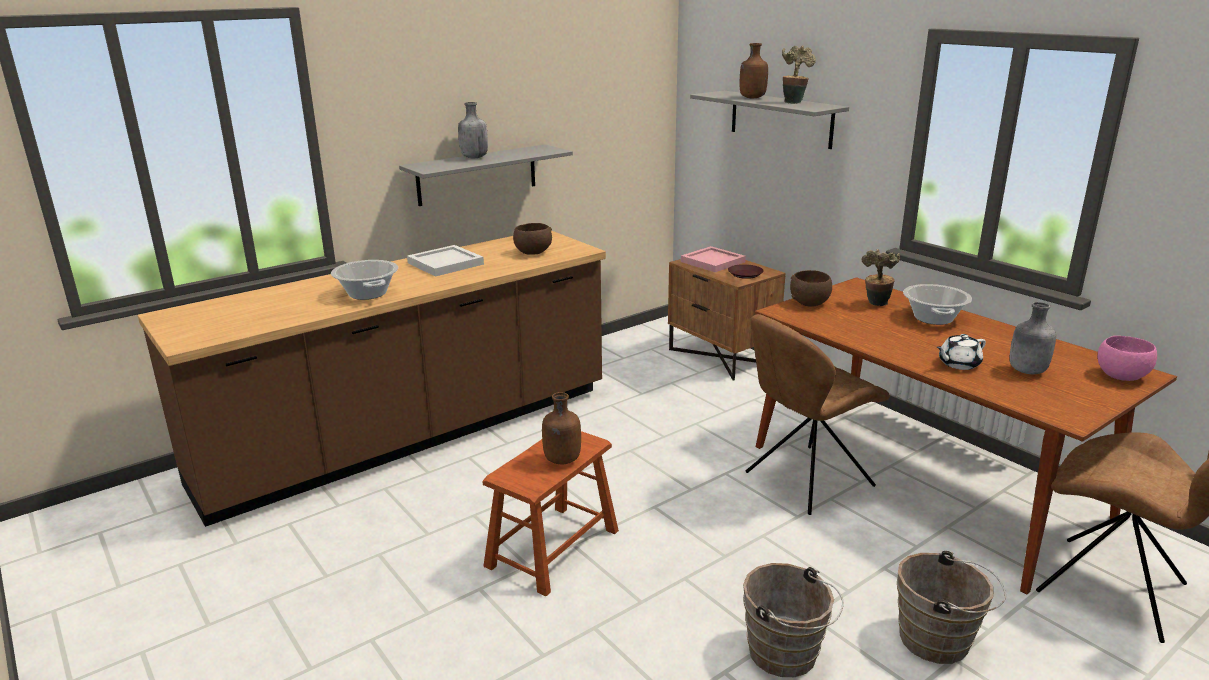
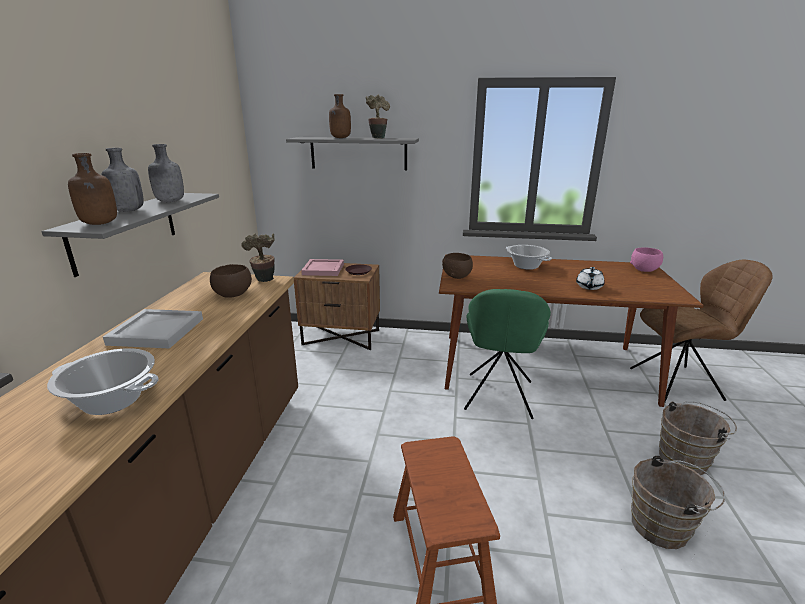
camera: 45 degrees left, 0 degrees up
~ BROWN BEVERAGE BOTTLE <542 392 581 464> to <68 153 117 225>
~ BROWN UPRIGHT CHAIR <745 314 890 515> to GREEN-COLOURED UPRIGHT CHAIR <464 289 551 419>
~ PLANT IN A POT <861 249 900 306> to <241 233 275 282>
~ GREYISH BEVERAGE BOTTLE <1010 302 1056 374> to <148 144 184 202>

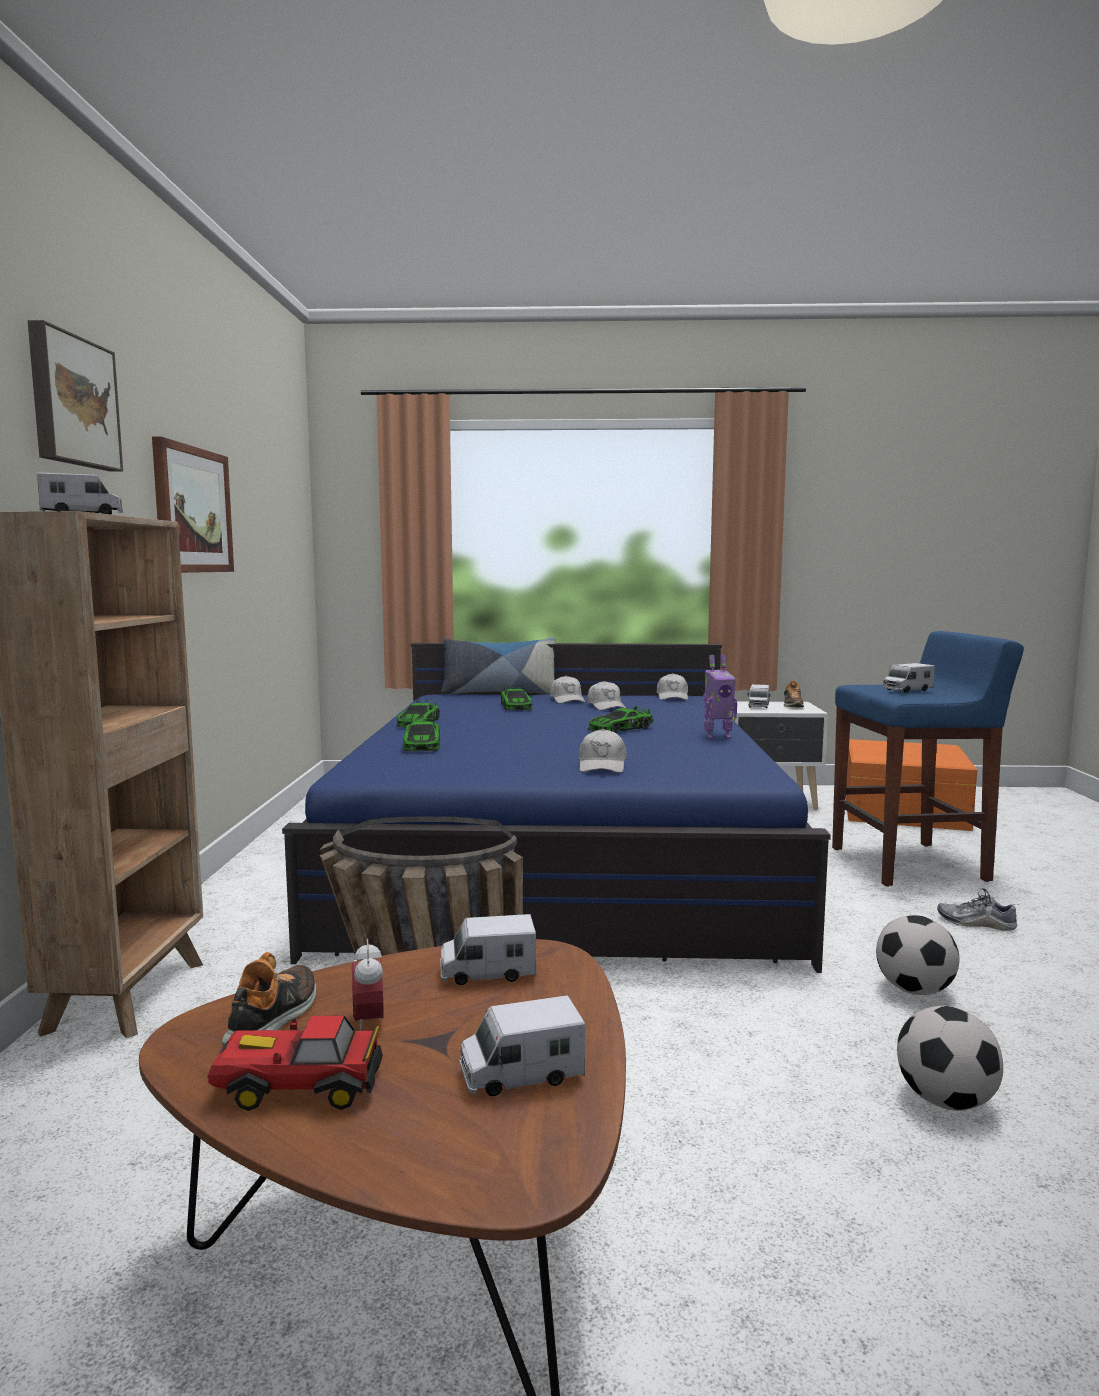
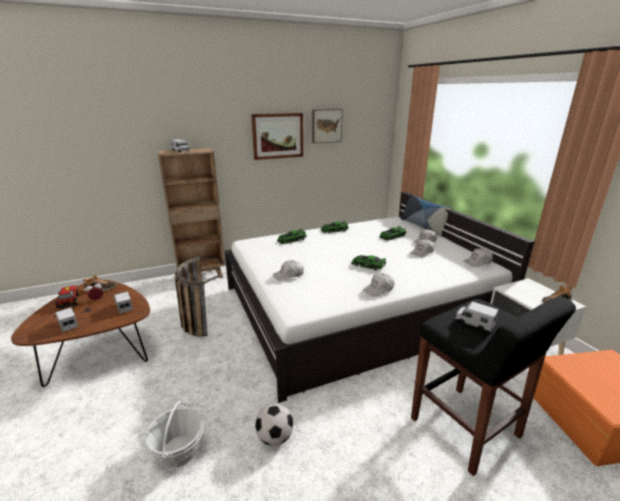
camera: 65 degrees right, 15 degrees up
~ WALL PICTURE <28 320 123 471> to <312 109 343 143>
~ BLUISH BEDROOM BED <282 643 831 973> to WHITE BEDROOM BED <224 192 535 403>
~ MODEL ROBOT <703 655 737 739> to WHITE BASEBALL CAP <363 273 395 297>
- TOY TRUCK <747 684 770 708>
~ BLUISH STOOL SEAT <832 631 1024 887> to BLACK STOOL SEAT <411 296 576 476>
~ FOOTBALL <897 1006 1003 1111> to HOUSEHOLD BASKET <145 401 204 468>
- LOW SHOE <937 888 1017 931>

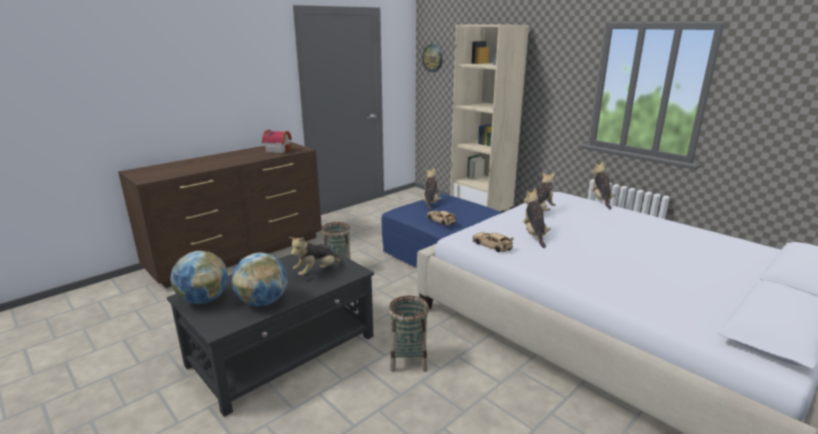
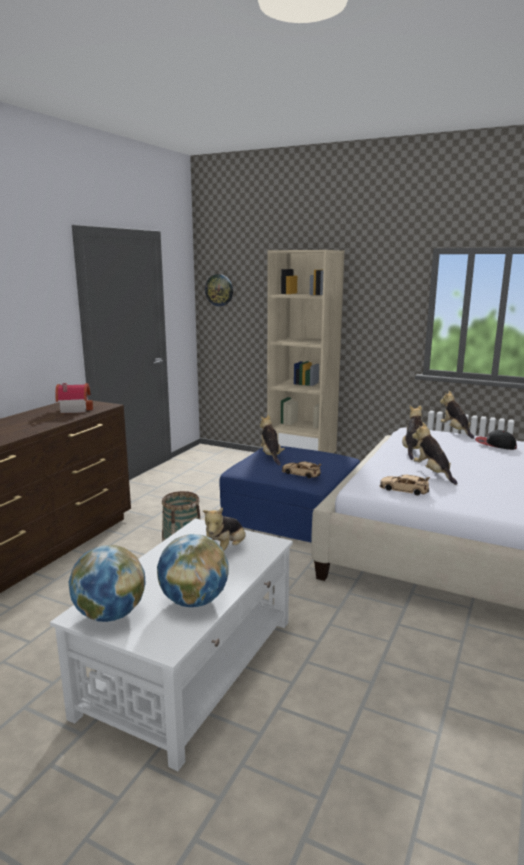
camera: 20 degrees left, 5 degrees down
~ BLACK LOUNGE TABLE <167 244 374 417> to WHITE LOUNGE TABLE <50 518 293 771>
- HOUSEHOLD BASKET <388 296 429 372>
+ BASEBALL CAP <475 430 517 450>

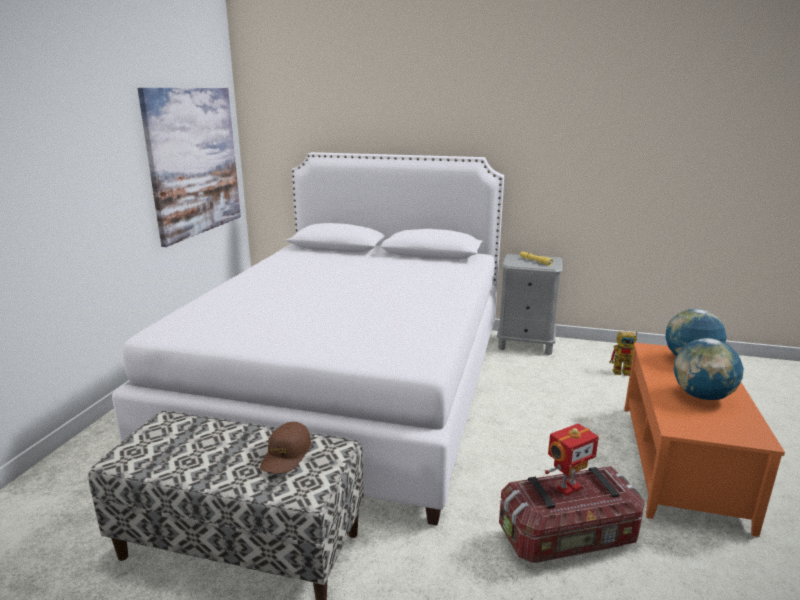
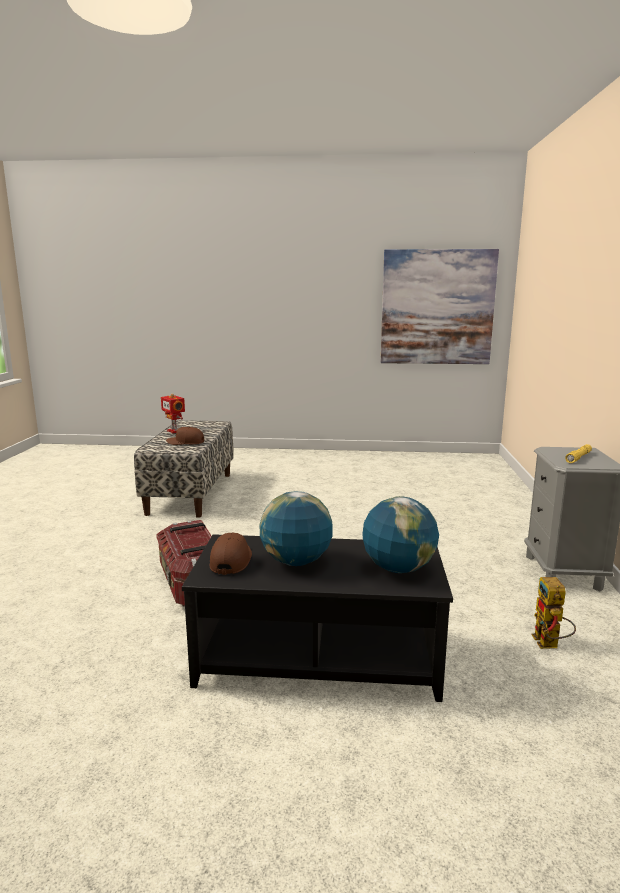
camera: 80 degrees right, 5 degrees down
- WHITE BEDROOM BED <112 152 504 525>
~ MODEL ROBOT <545 423 599 496> to <161 394 185 433>
~ ORANGE LOUNGE TABLE <624 343 785 537> to BLACK LOUNGE TABLE <182 534 453 702>
+ BROWN BASEBALL CAP <209 533 252 575>

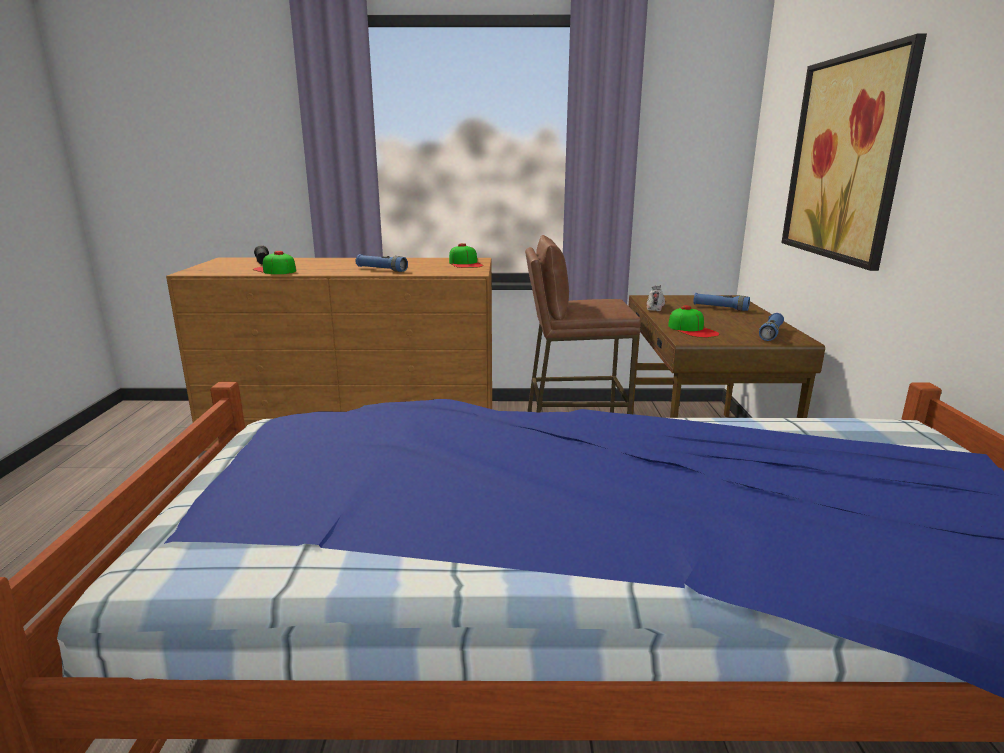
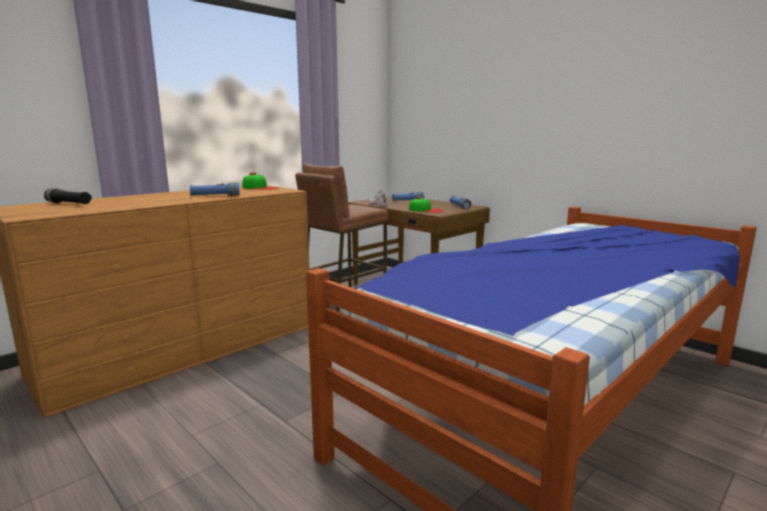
camera: 45 degrees left, 5 degrees down
- BASEBALL CAP <253 251 296 274>
- WALL PICTURE <781 34 927 271>

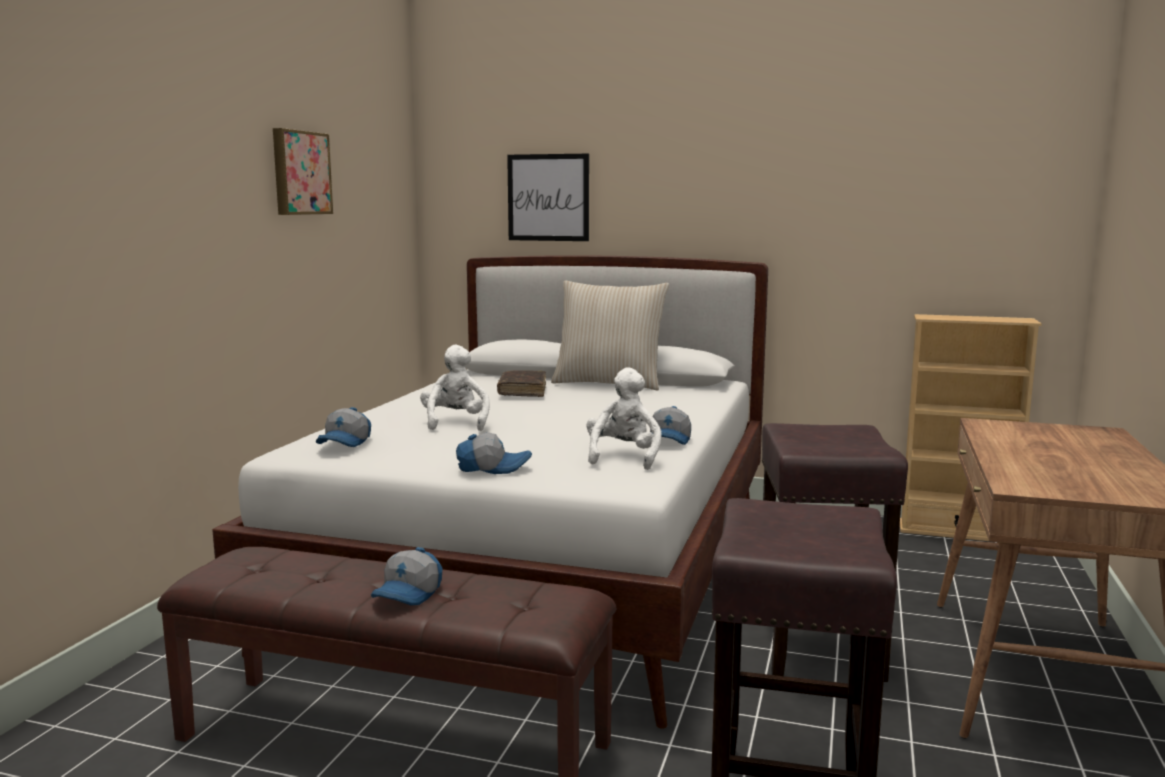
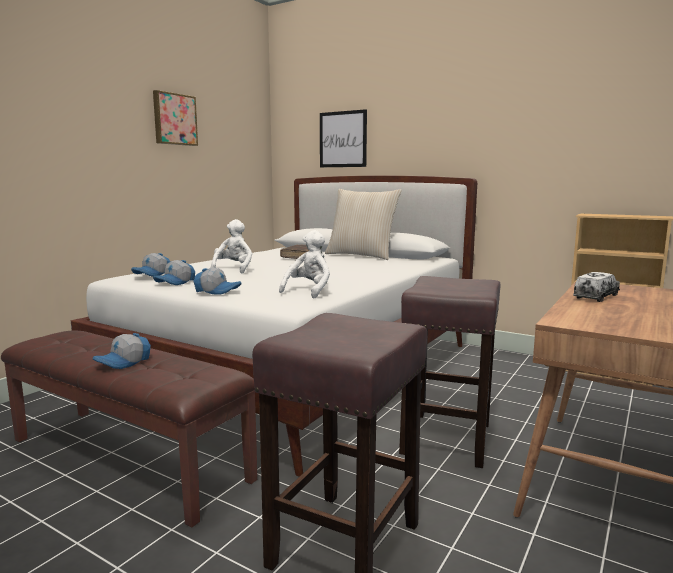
camera: 15 degrees right, 0 degrees up
~ BASEBALL CAP <650 406 691 445> to <153 260 195 285>
+ TOY TRUCK <573 272 620 302>

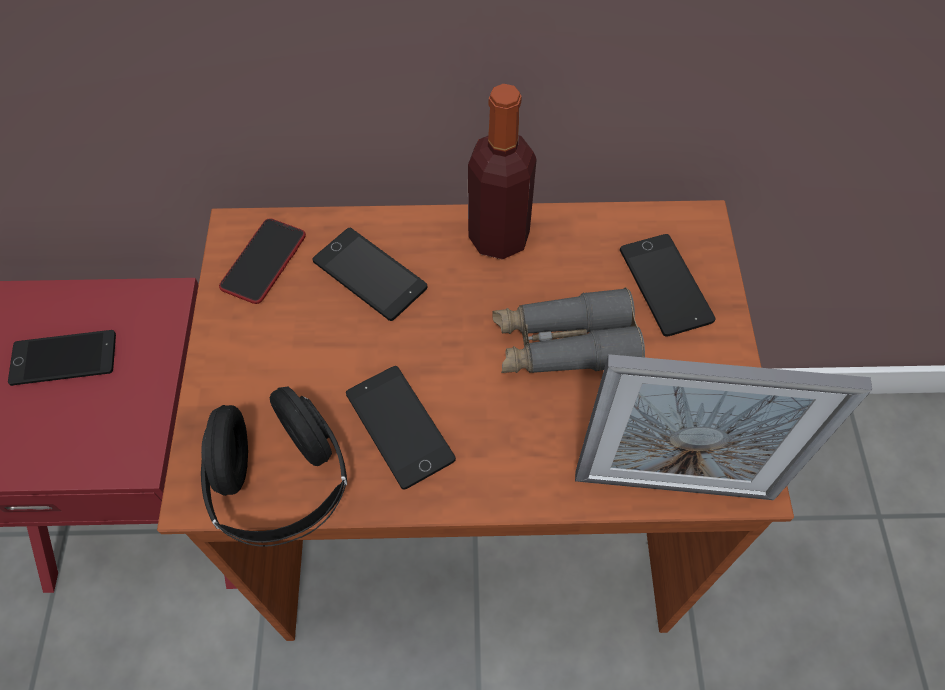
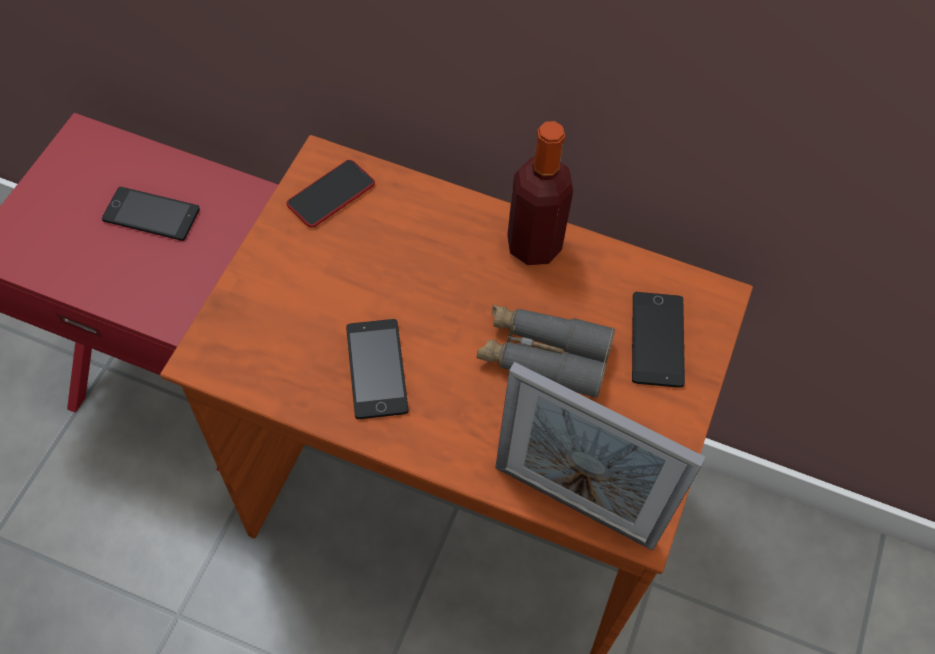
camera: 20 degrees right, 0 degrees up
- BLACK PAIR OF HEADPHONES <201 387 347 547>
- TELEPHONE <312 228 427 321>

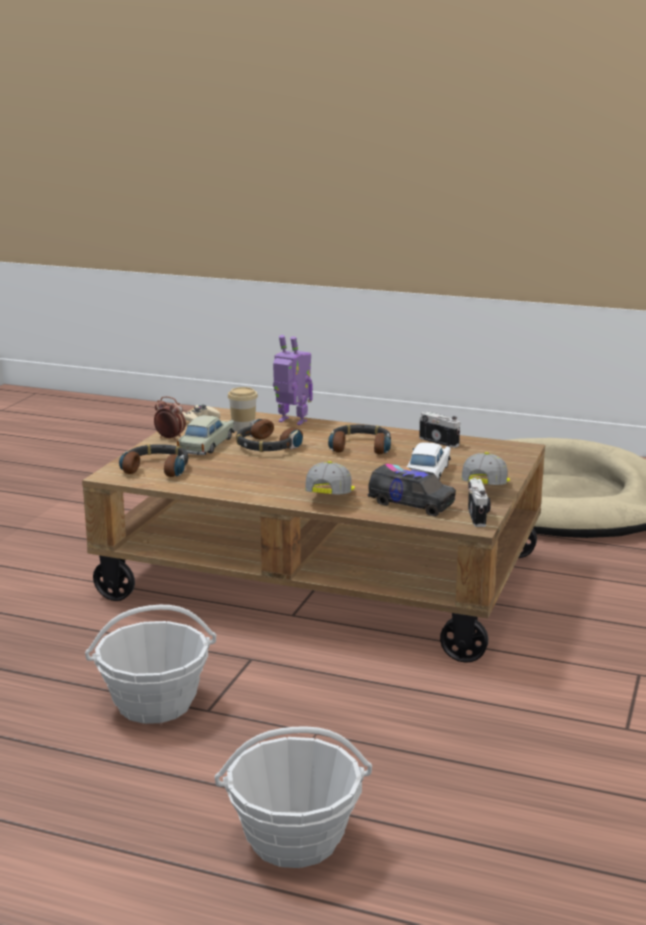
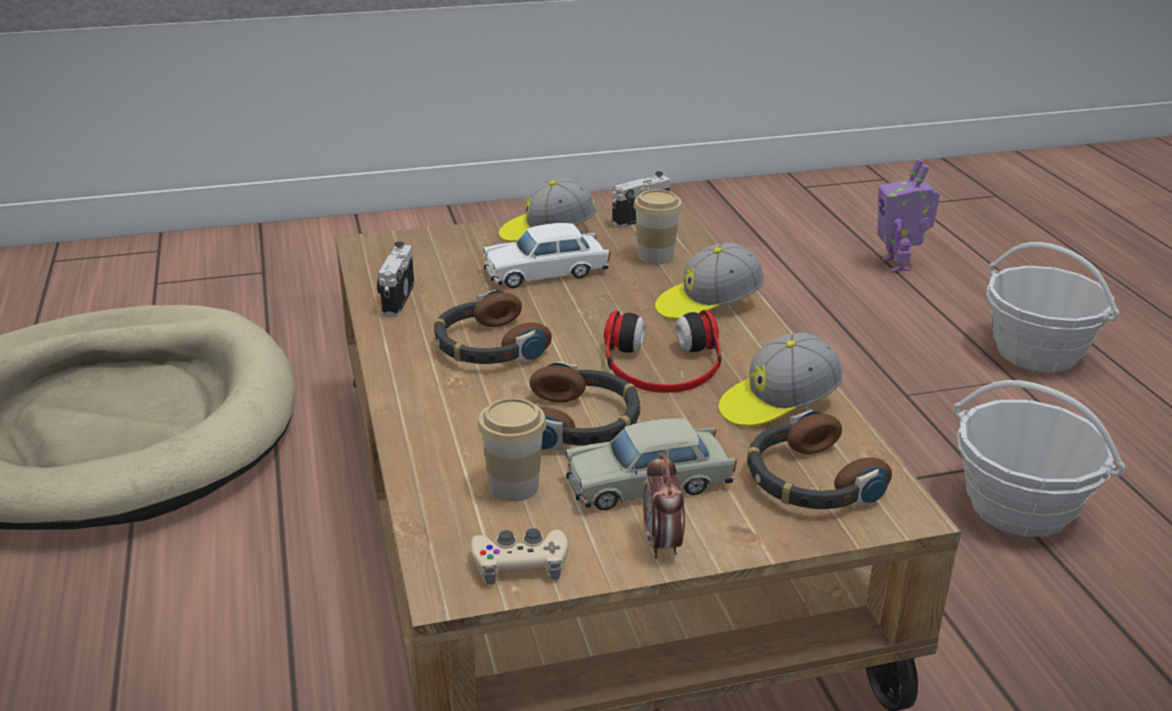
camera: 125 degrees left, 10 degrees up
~ MODEL ROBOT <273 335 313 425> to <877 159 940 272>
~ TOY TRUCK <368 464 456 516> to SMALL CUP <633 189 682 264>
+ PAIR OF HEADPHONES <604 310 721 393>
+ BASEBALL CAP <719 332 843 427>

